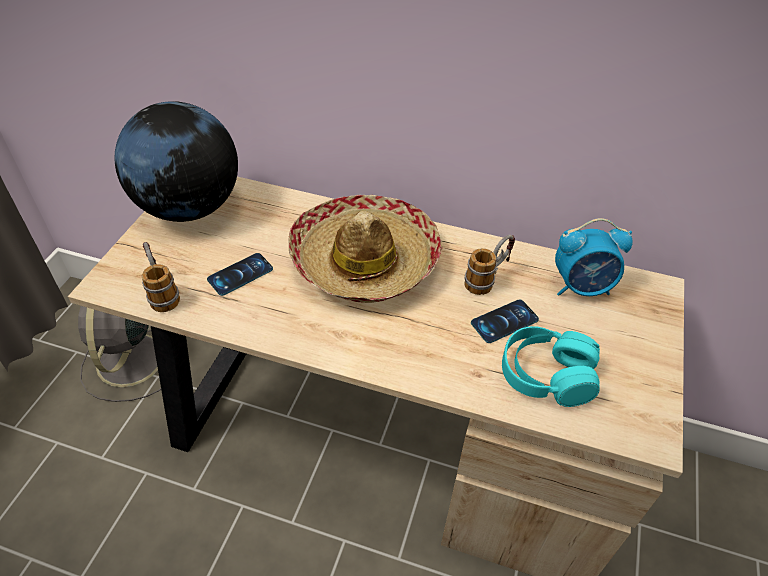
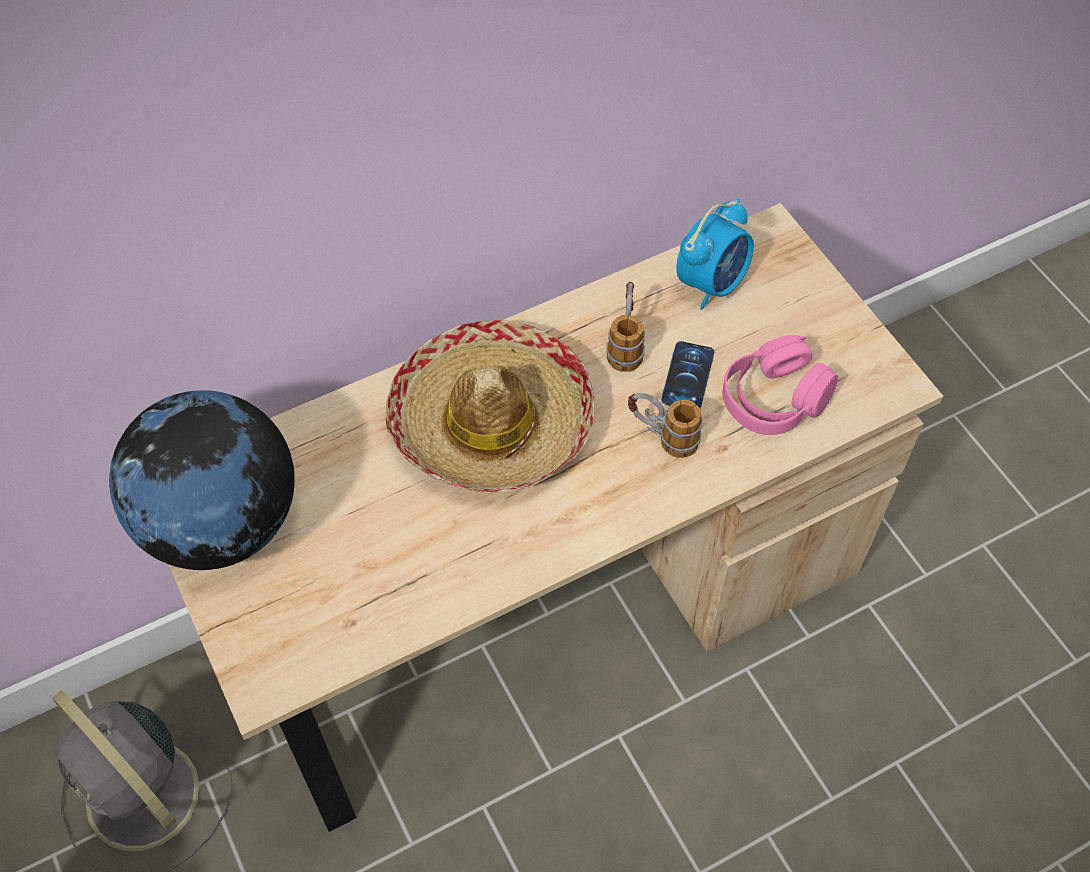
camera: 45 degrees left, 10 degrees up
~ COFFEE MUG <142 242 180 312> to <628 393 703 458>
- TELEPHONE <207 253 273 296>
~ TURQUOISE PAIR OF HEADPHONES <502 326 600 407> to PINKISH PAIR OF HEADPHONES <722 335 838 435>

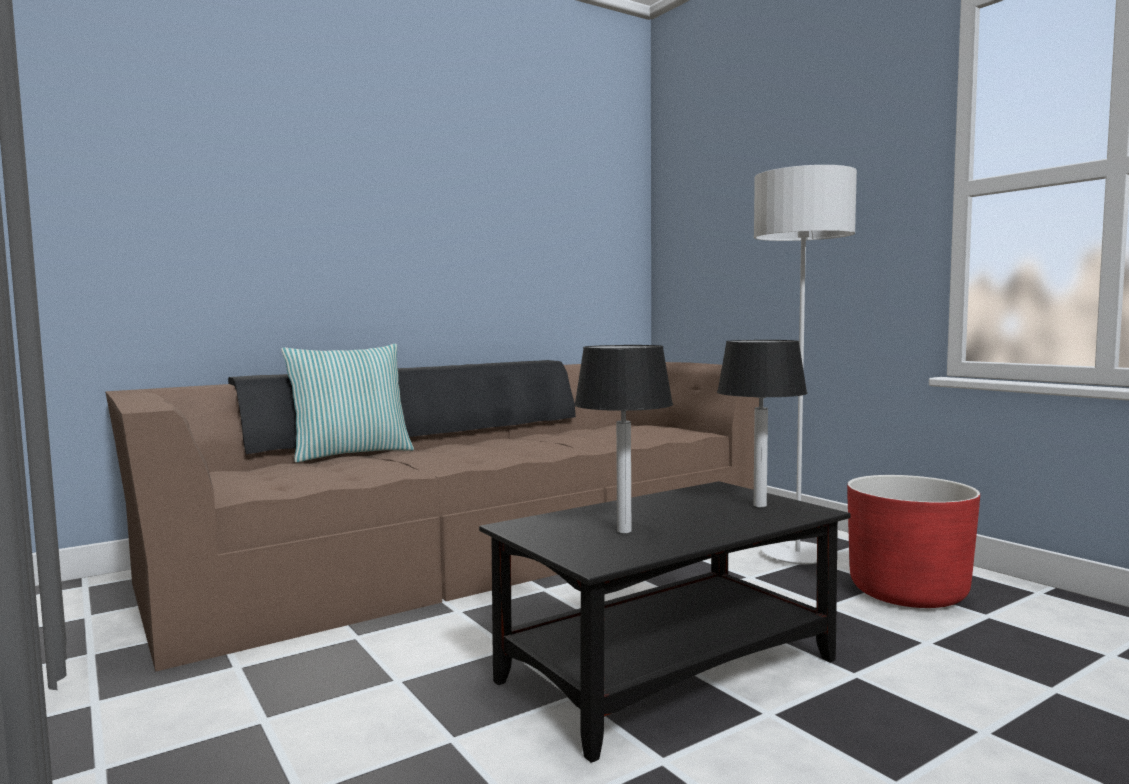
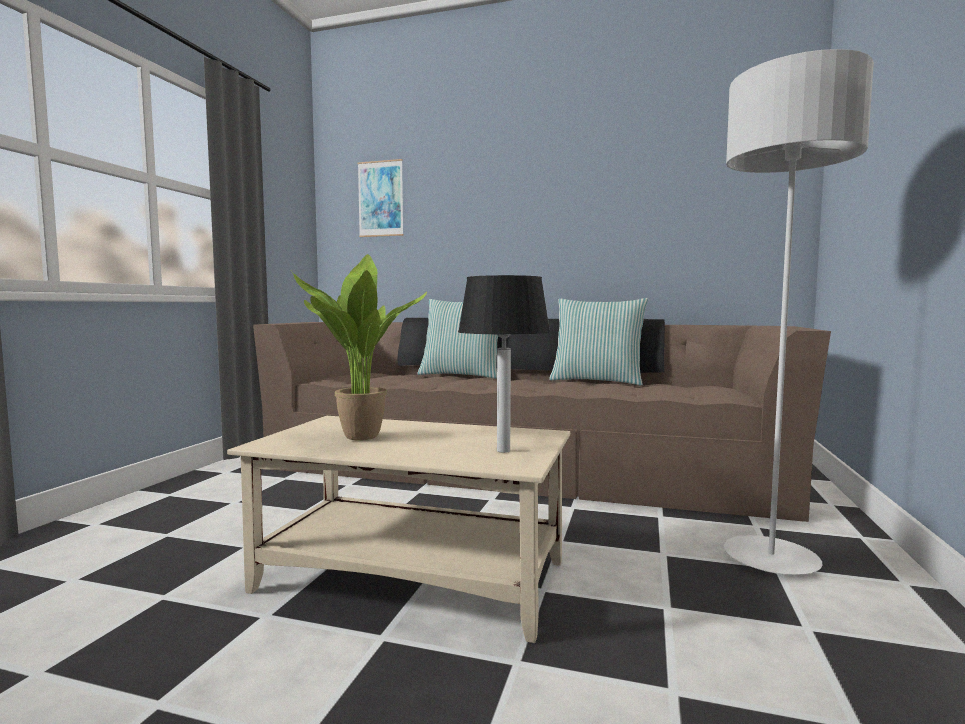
camera: 50 degrees right, 0 degrees up
~ BLACK LOUNGE TABLE <479 481 851 763> to BEIGE LOUNGE TABLE <227 416 570 643>
~ TABLETOP LAMP <574 345 673 533> to PLANT IN A POT <292 254 427 441>
- REDDISH PLANT POT <847 475 980 608>
+ WALL PICTURE <358 159 404 237>
+ CUSHION <549 298 648 386>

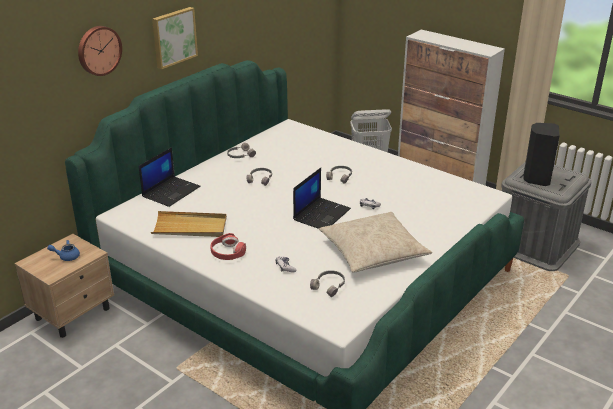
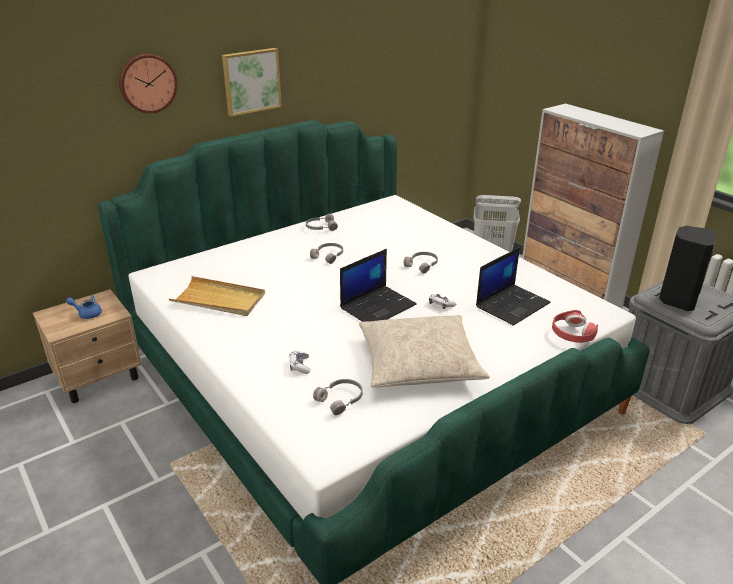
camera: 15 degrees right, 0 degrees up
~ LAPTOP <139 147 200 207> to <476 247 551 326>
~ REDDISH PAIR OF HEADPHONES <210 233 246 260> to <552 310 598 343>

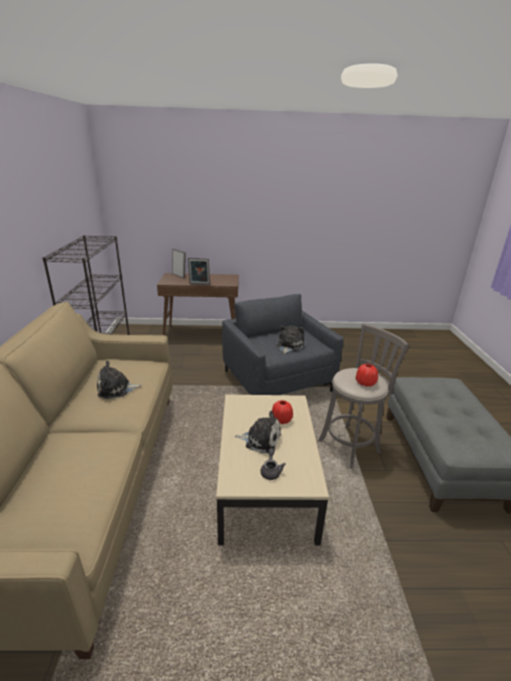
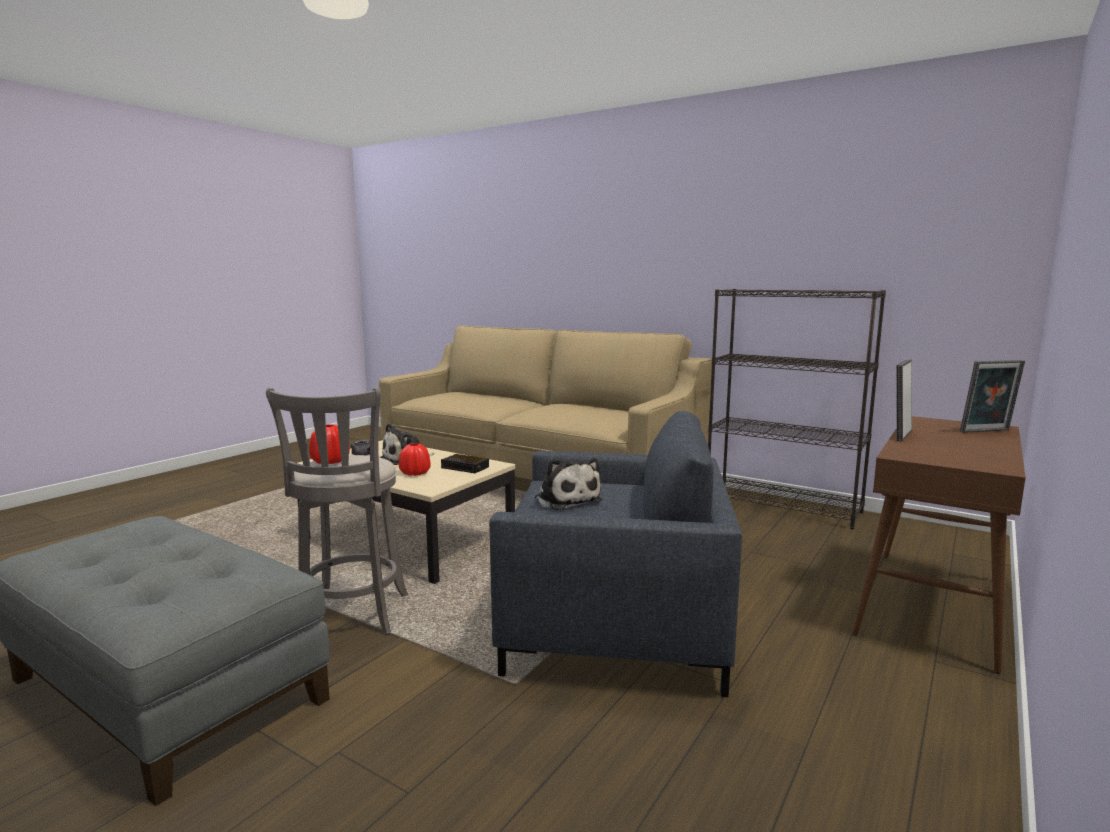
camera: 125 degrees right, 15 degrees down
- PLUSH TOY <97 361 142 399>
+ BEDSIDE CLOCK <441 454 489 473>

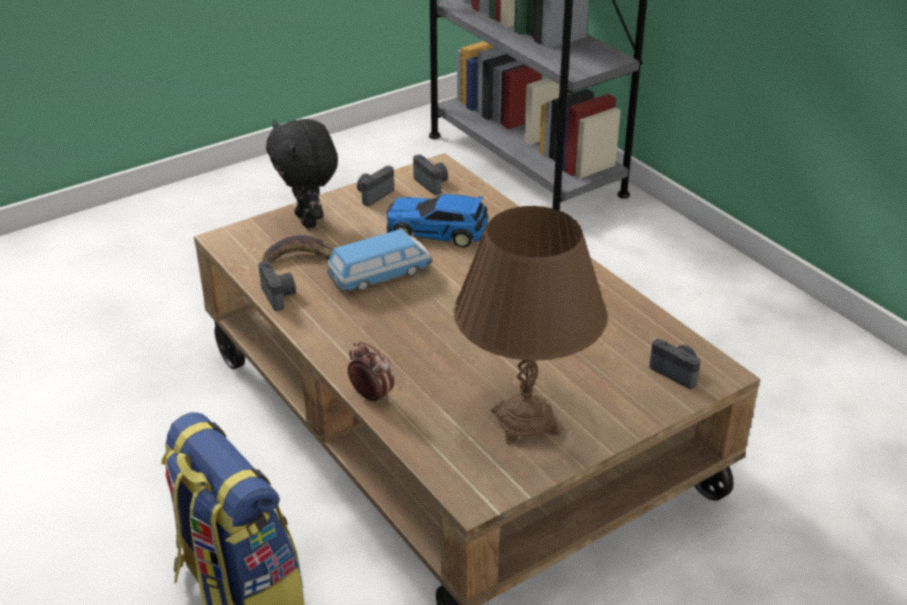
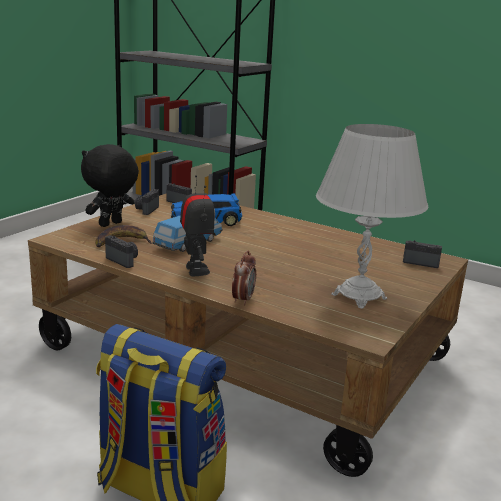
camera: 25 degrees left, 15 degrees down
~ BLACK PLUSH TOY <266 119 338 228> = <81 144 139 227> 90 degrees clockwise
~ BEDSIDE CLOCK <348 341 394 405> = <232 251 256 306> 90 degrees clockwise
~ BROWN TABLETOP LAMP <453 206 608 445> to WHITE TABLETOP LAMP <316 124 429 309>
+ MODEL ROBOT <180 175 215 277>

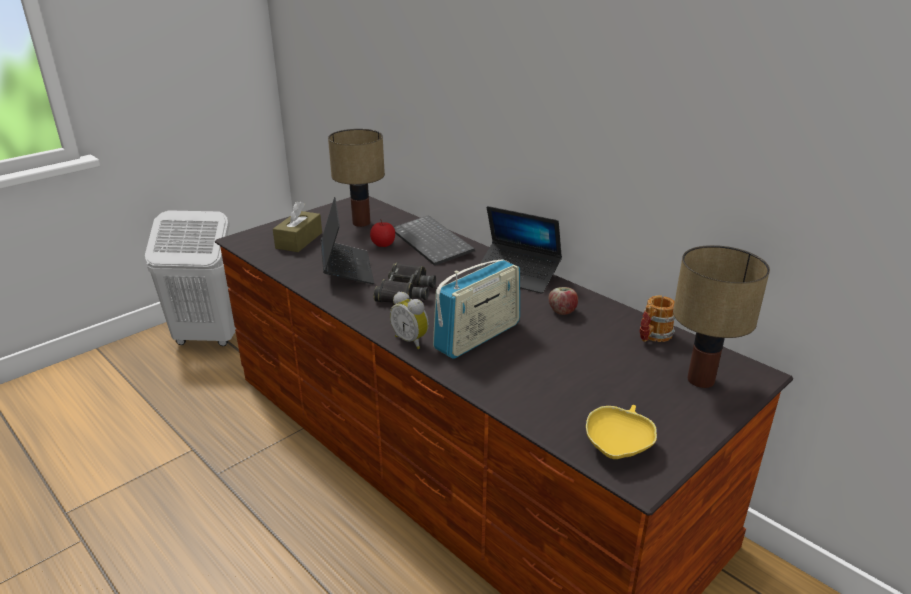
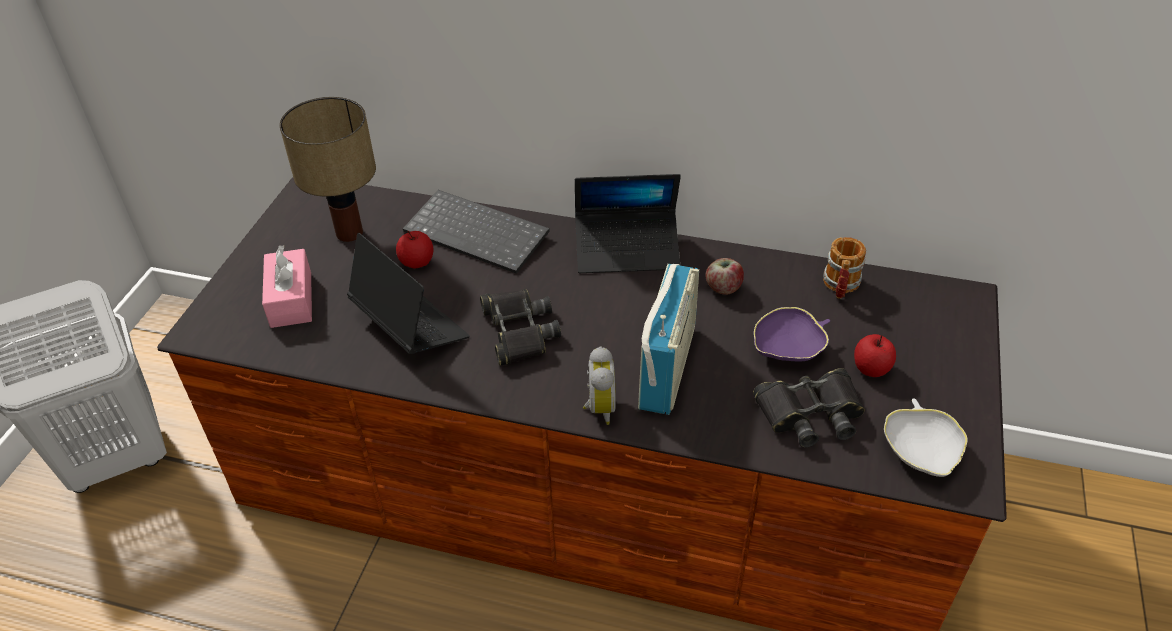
camera: 30 degrees left, 15 degrees up
~ BROWN TISSUE HOLDER <273 201 322 252> to PINKISH TISSUE HOLDER <262 245 312 328>
~ BEDSIDE CLOCK <390 292 429 349> = <583 346 616 425> 105 degrees counterclockwise
~ YELLOWISH DEEP DISH <586 405 657 459> to WHITE DEEP DISH <884 399 968 477>
- TABLETOP LAMP <673 245 770 388>
+ BLACK PAIR OF BINOCULARS <753 368 865 448>
+ PURPLISH DEEP DISH <754 307 830 361>
+ APPLE <854 334 896 377>

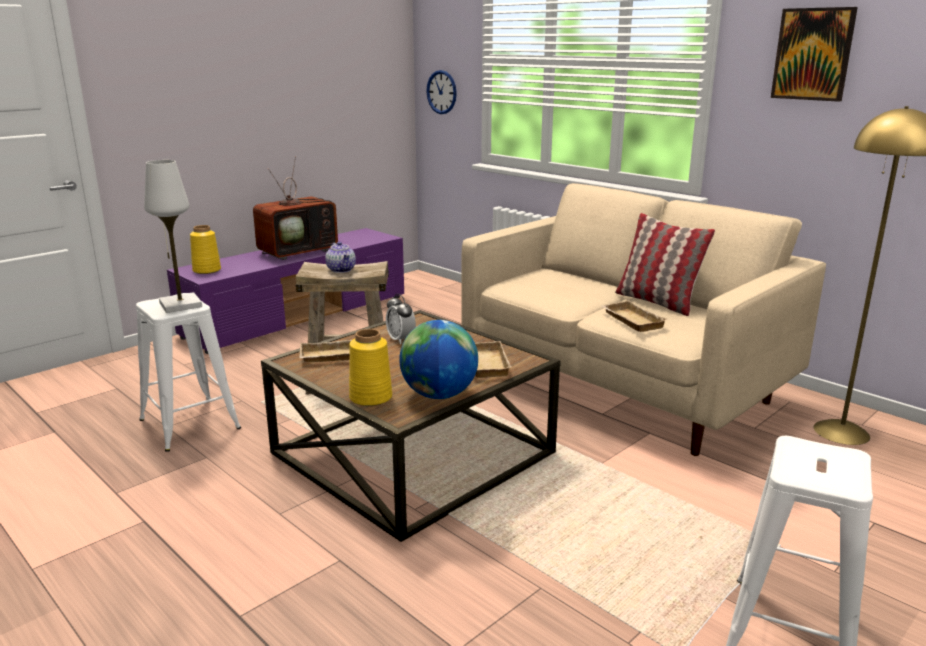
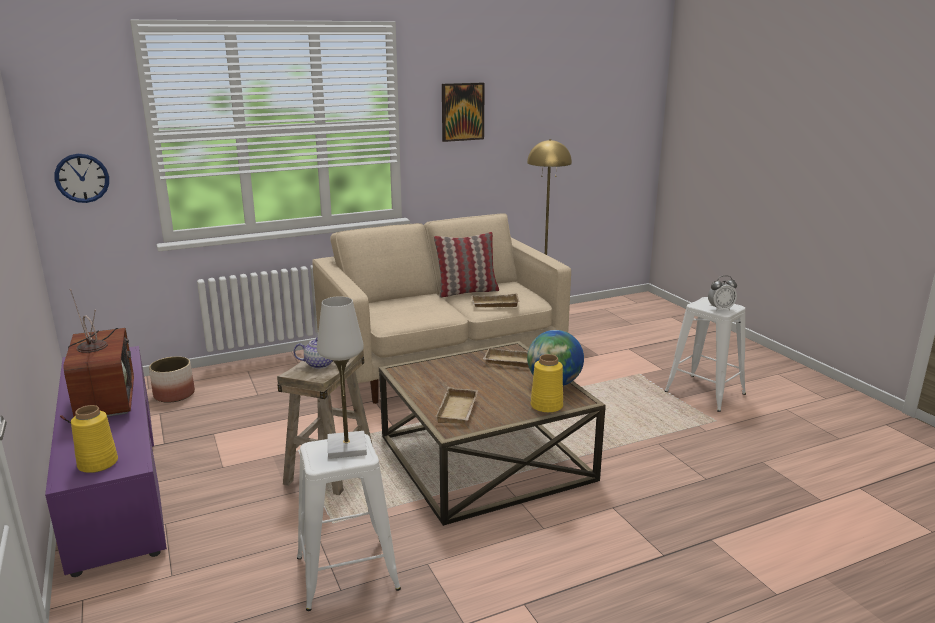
camera: 70 degrees left, 0 degrees up
~ BEDSIDE CLOCK <386 294 416 345> to <708 275 737 311>
+ PLANT POT <149 356 195 403>

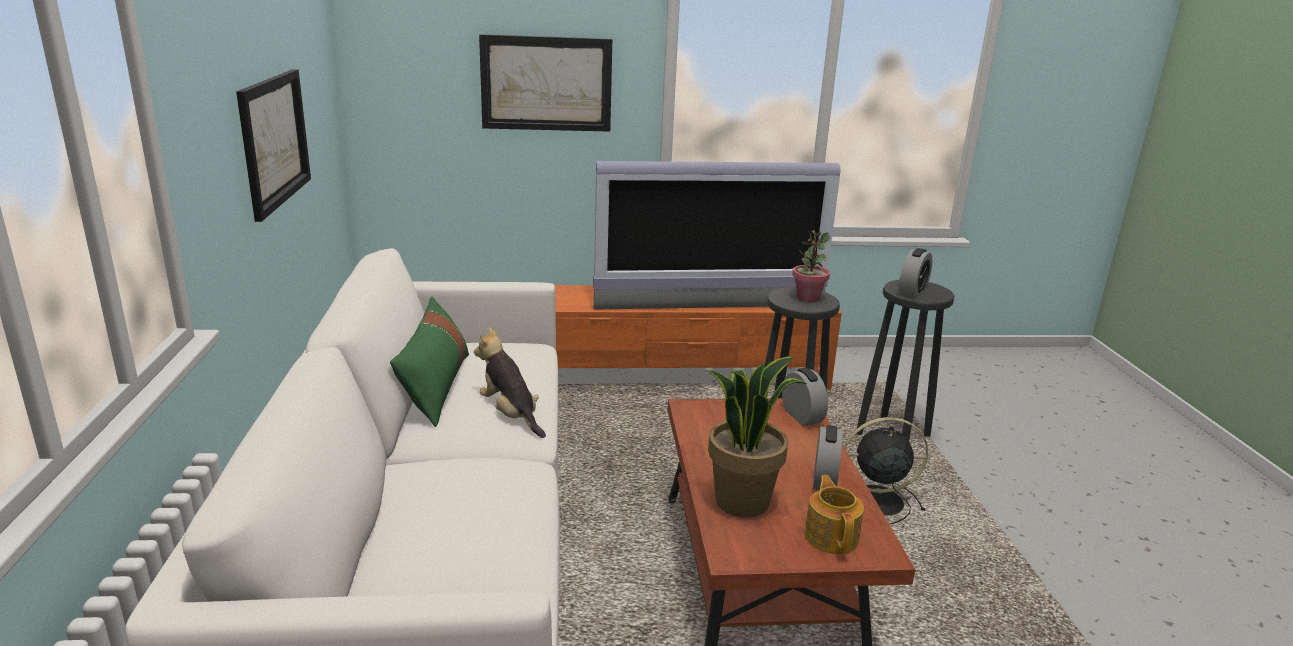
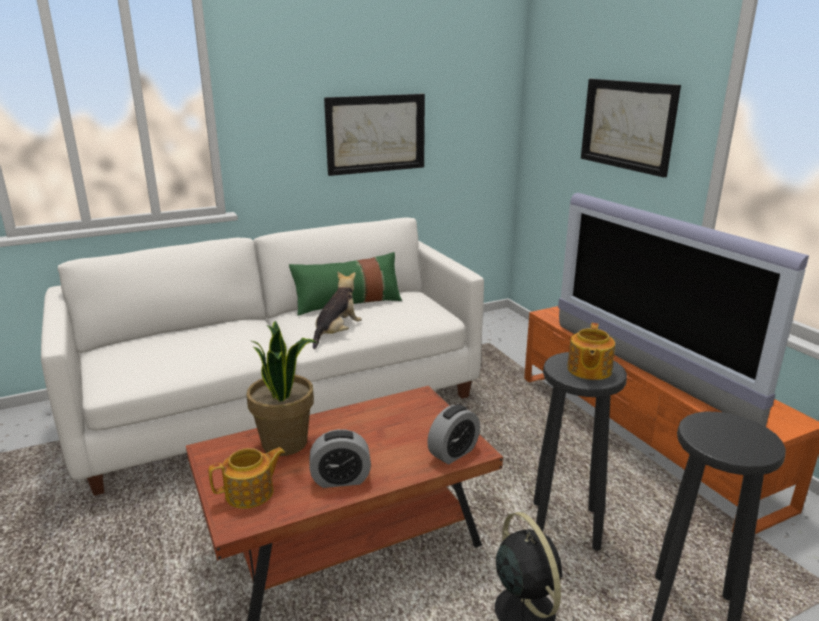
camera: 70 degrees right, 0 degrees up
~ PLANT IN A POT <792 230 830 302> to TEAPOT <567 323 615 380>
- BEDSIDE CLOCK <899 248 932 298>

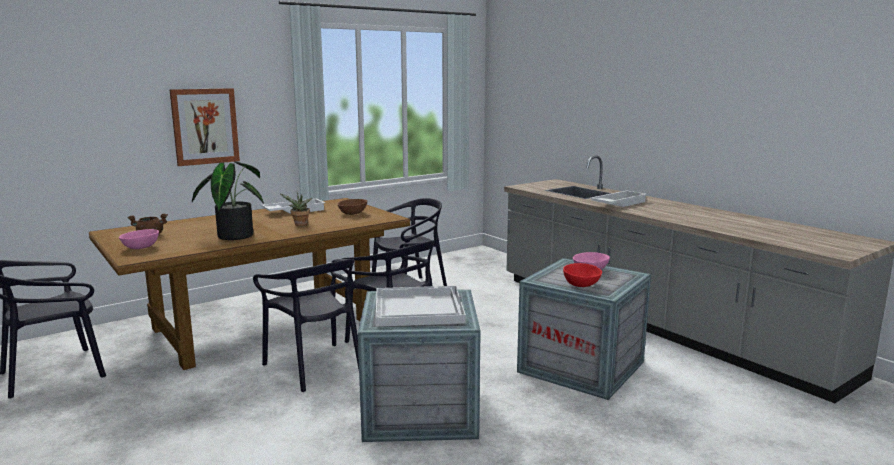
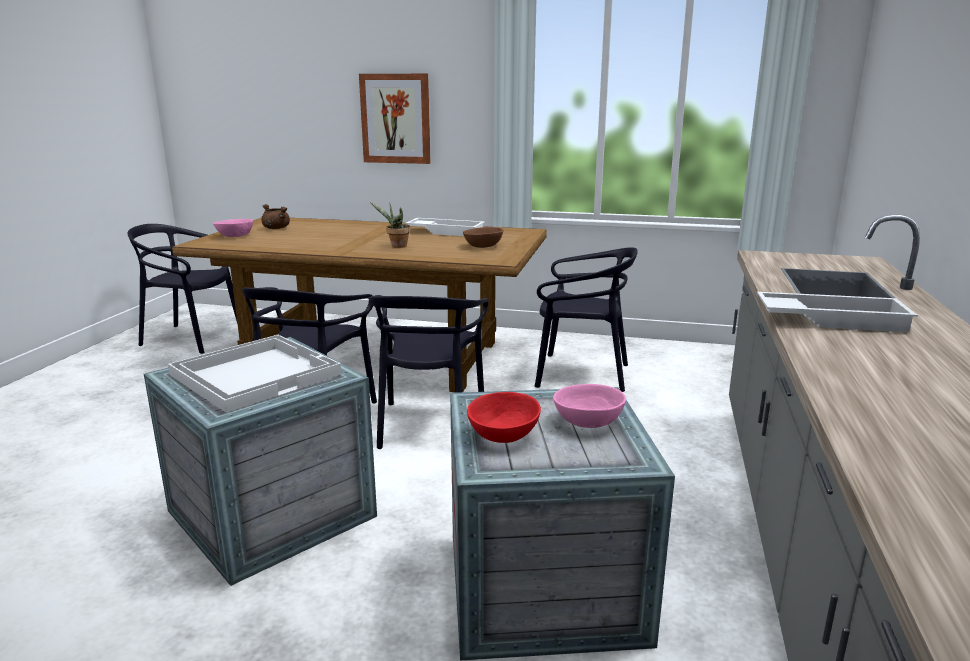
camera: 50 degrees right, 5 degrees up
- PLANT IN A POT <192 161 264 240>

